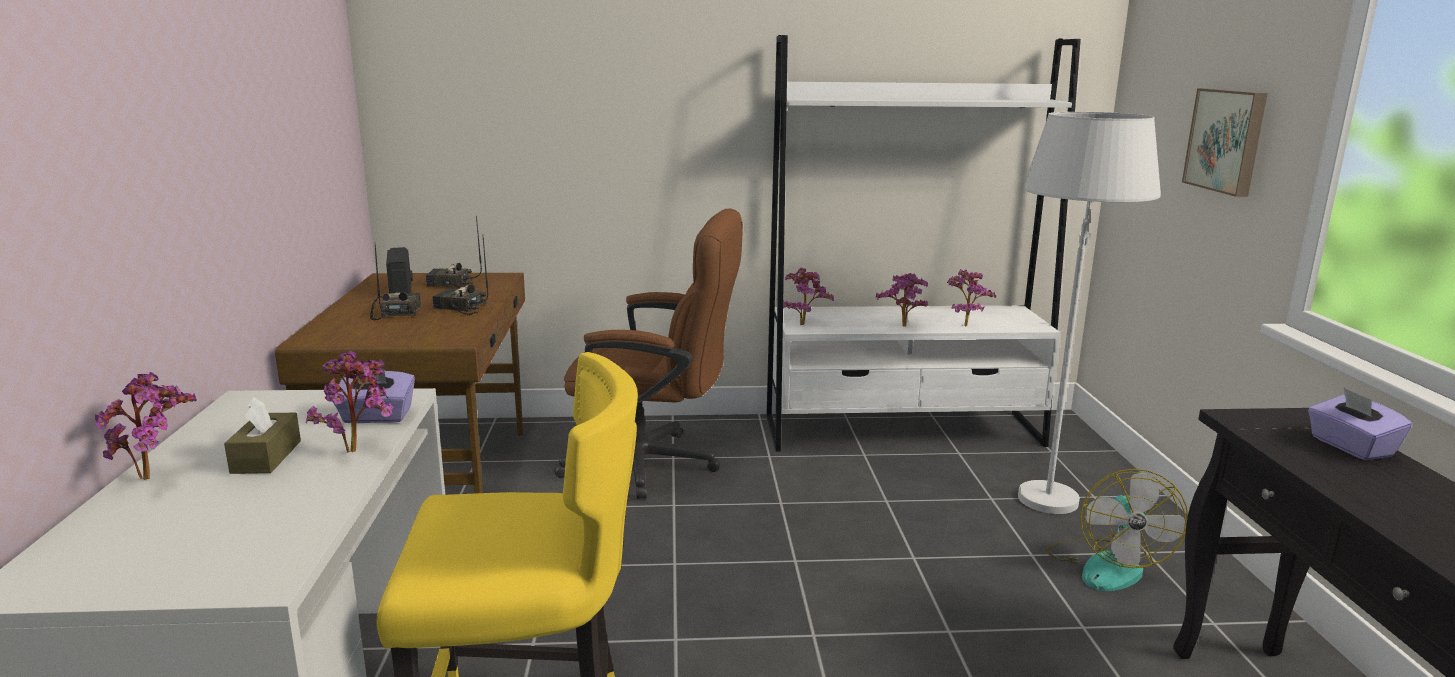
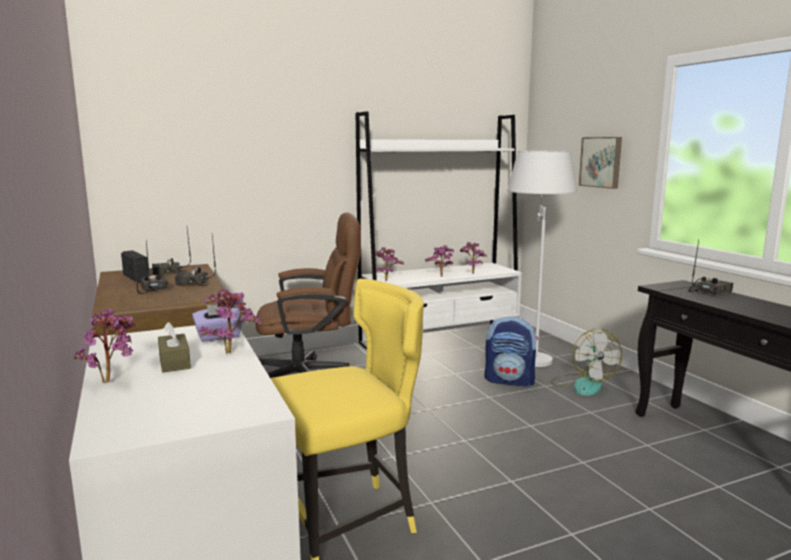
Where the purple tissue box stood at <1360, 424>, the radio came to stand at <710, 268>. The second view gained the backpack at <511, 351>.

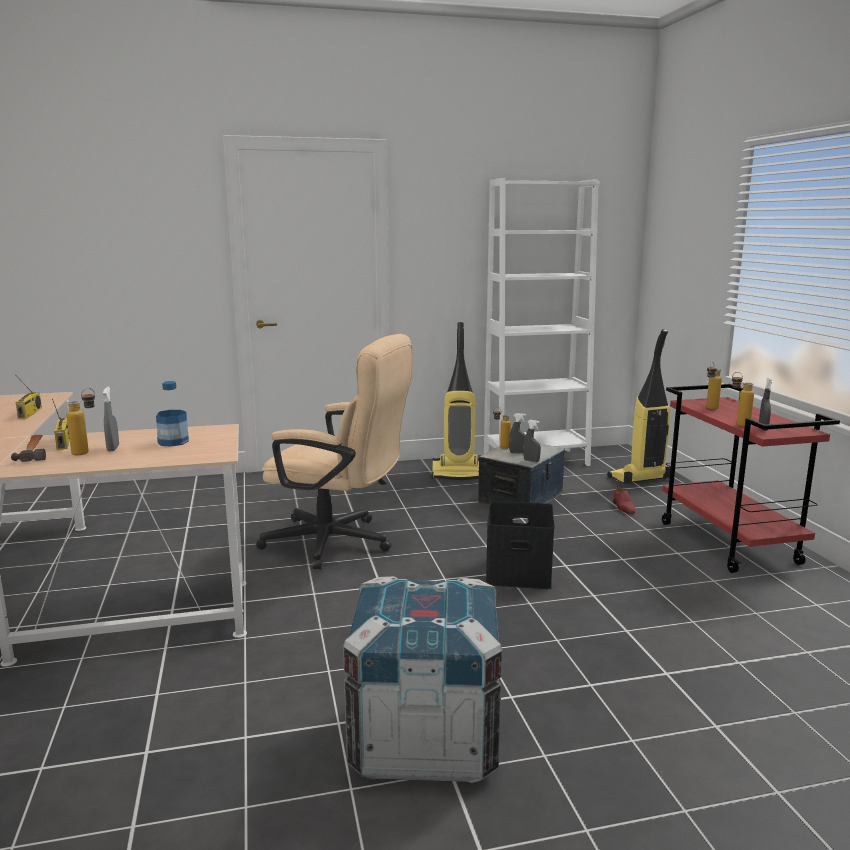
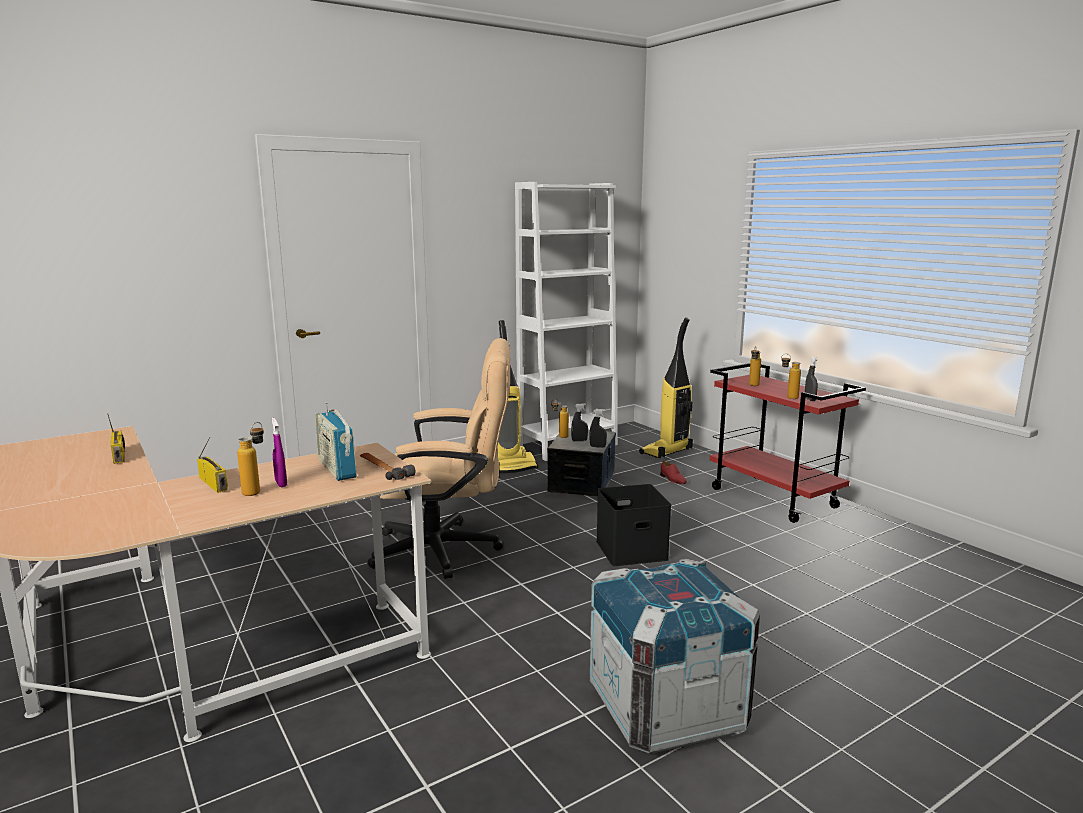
Where the bottle stood at <172, 414>, the radio came to stand at <336, 441>. What was the grey spray bottle at <111, 419> turned into the purple spray bottle at <279, 452>. The hammer ended up elsewhere, having gone from <28, 448> to <388, 466>.

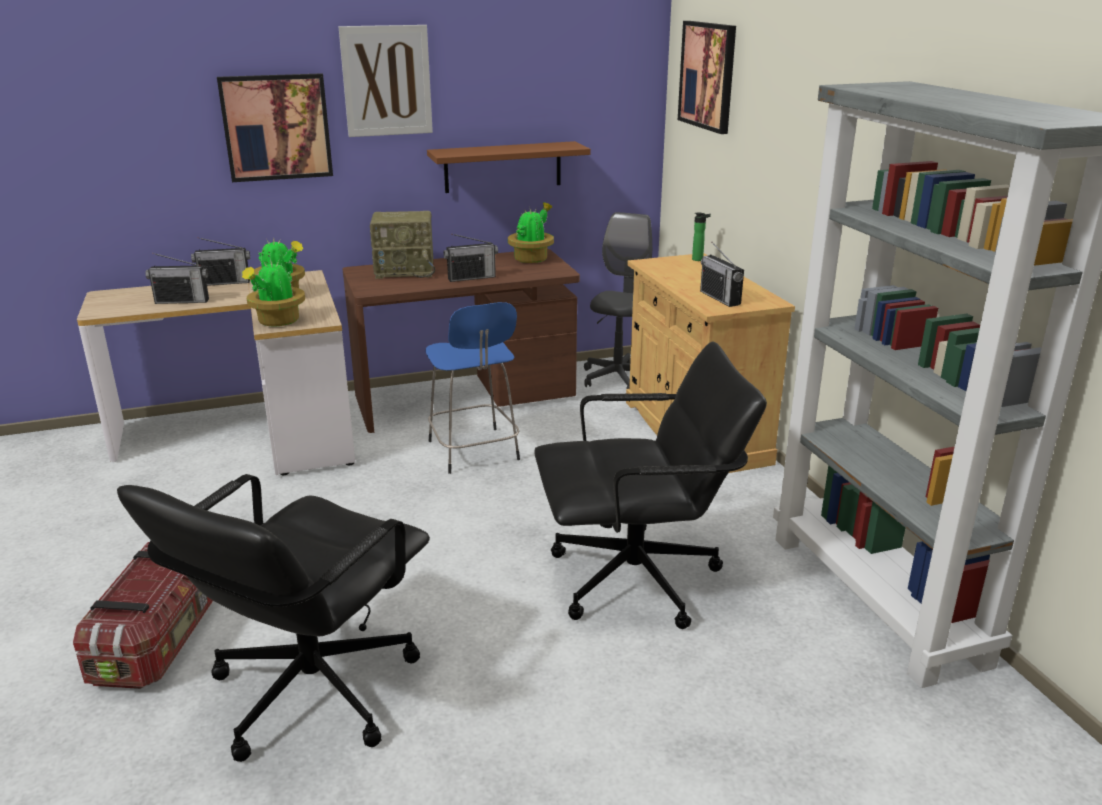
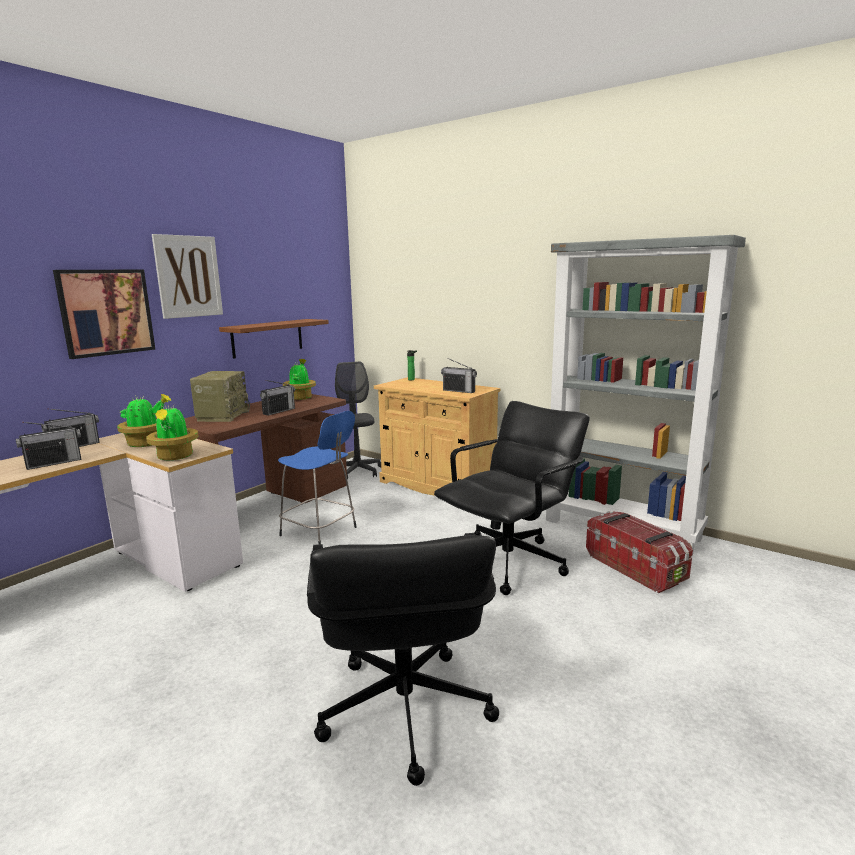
The second view lost the picture at <707, 77>. The radio at <402, 245> ended up facing another way, 45 degrees counterclockwise from before. The storage box ended up elsewhere, having gone from <143, 615> to <639, 552>.

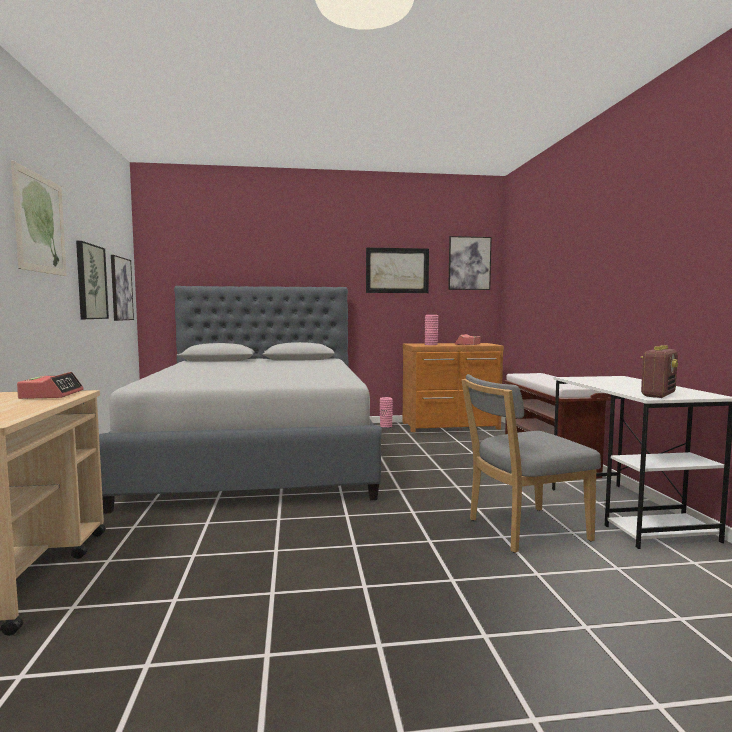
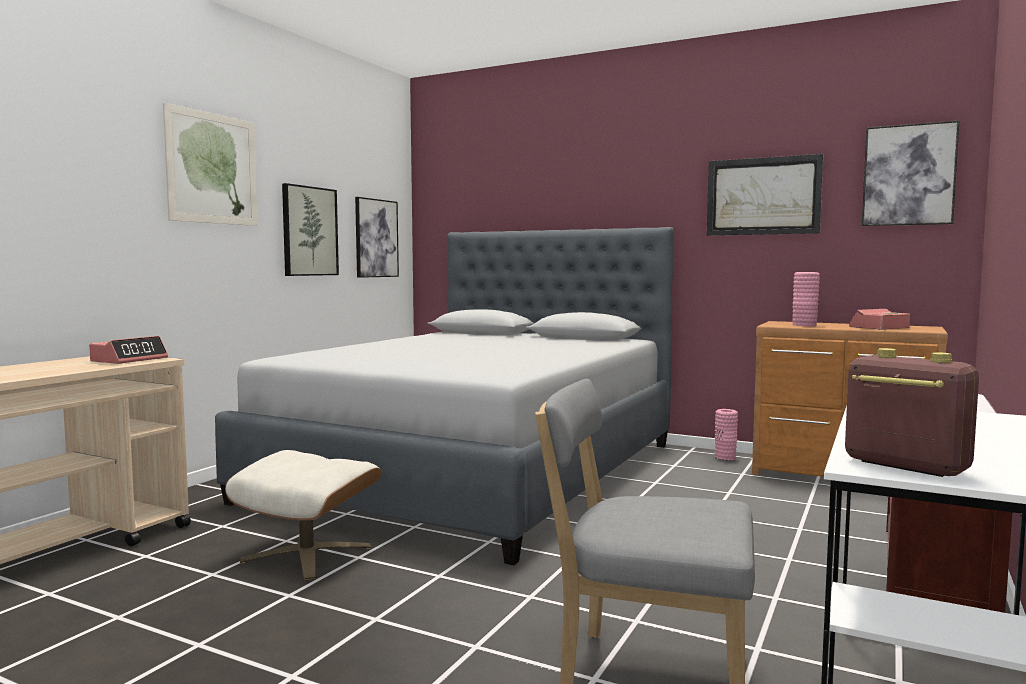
The radio at <659, 371> ended up facing another way, 120 degrees counterclockwise from before. The second view gained the beige ottoman at <303, 515>.

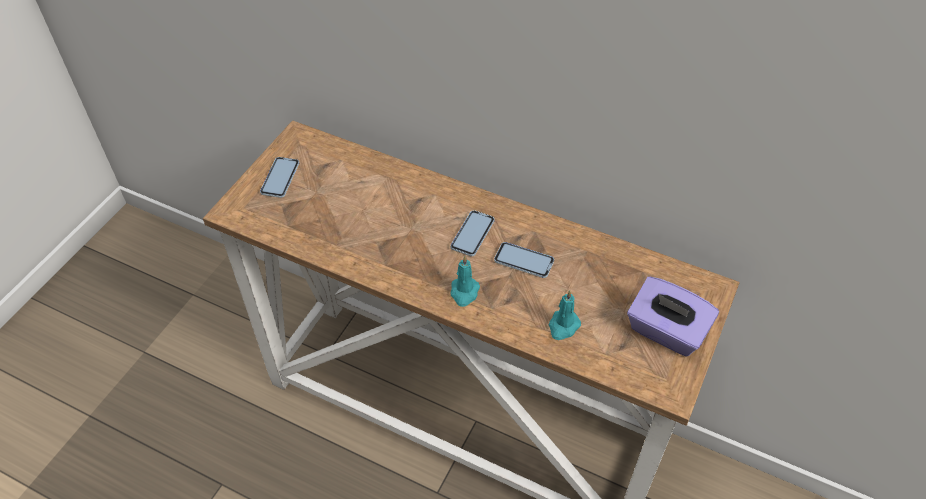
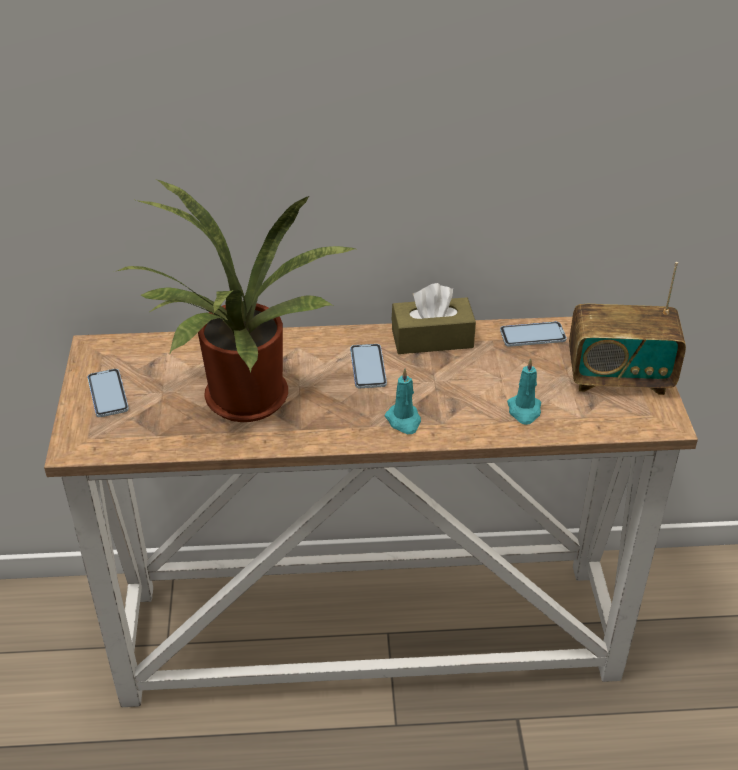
The phone ended up elsewhere, having gone from <524, 260> to <533, 334>. Where the purple tissue box stood at <673, 316>, the radio came to stand at <627, 328>. The second view gained the potted plant at <238, 301>. The second view gained the brown tissue box at <434, 318>.

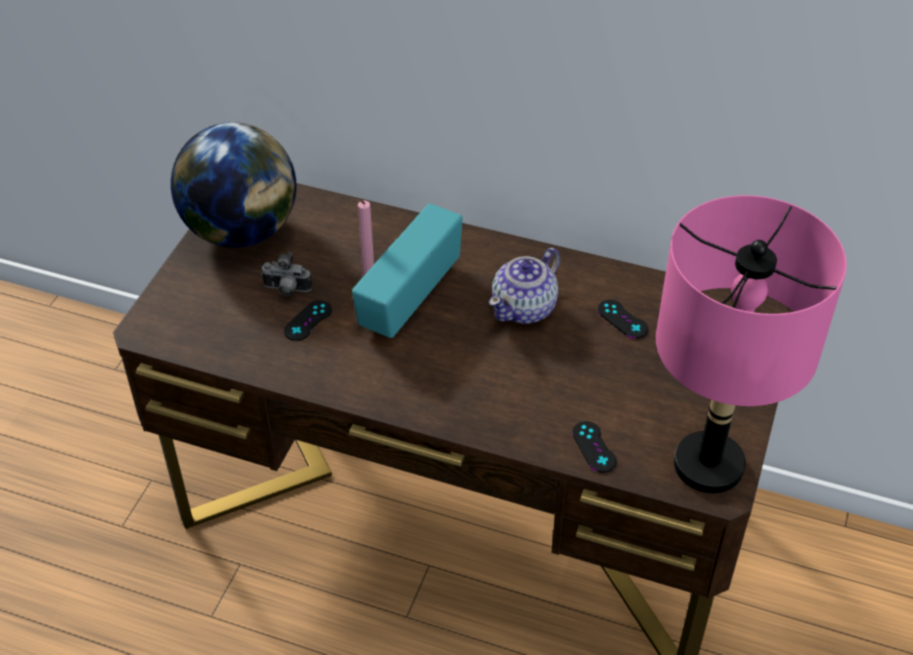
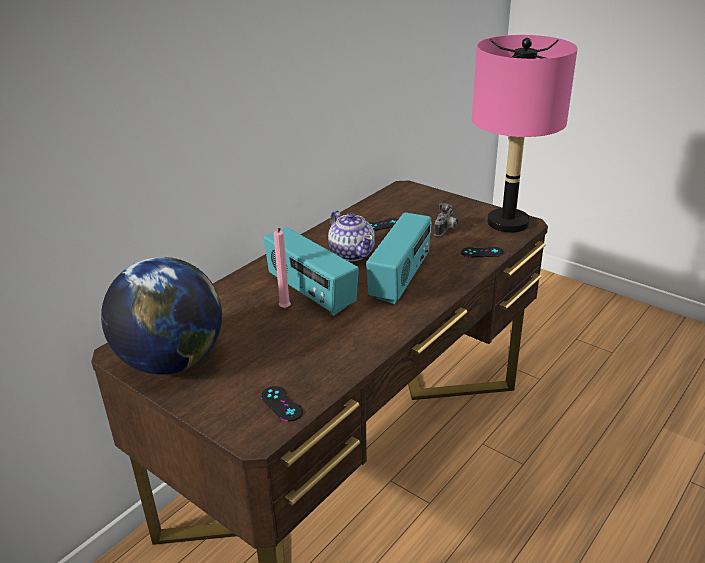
The photo camera ended up elsewhere, having gone from <286, 274> to <446, 219>. The black game controller ended up elsewhere, having gone from <308, 320> to <282, 403>. The second view gained the radio at <399, 258>.

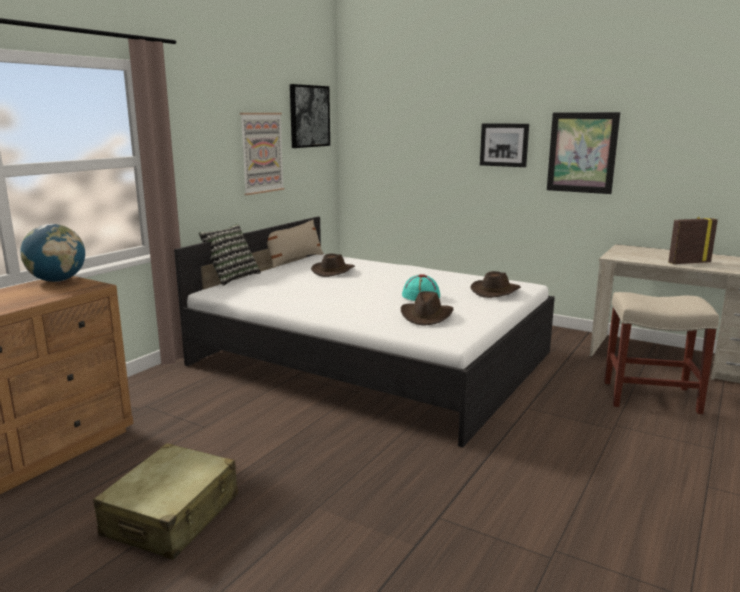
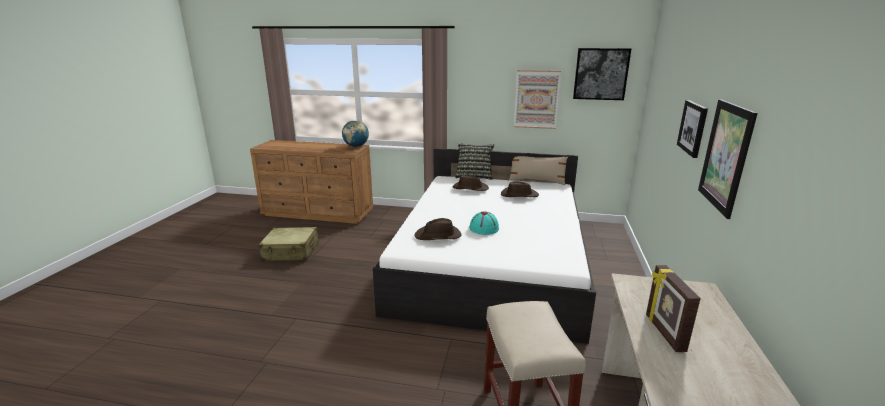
The picture frame at <693, 240> ended up facing another way, 150 degrees counterclockwise from before. The brown hat ended up elsewhere, having gone from <495, 284> to <471, 182>.

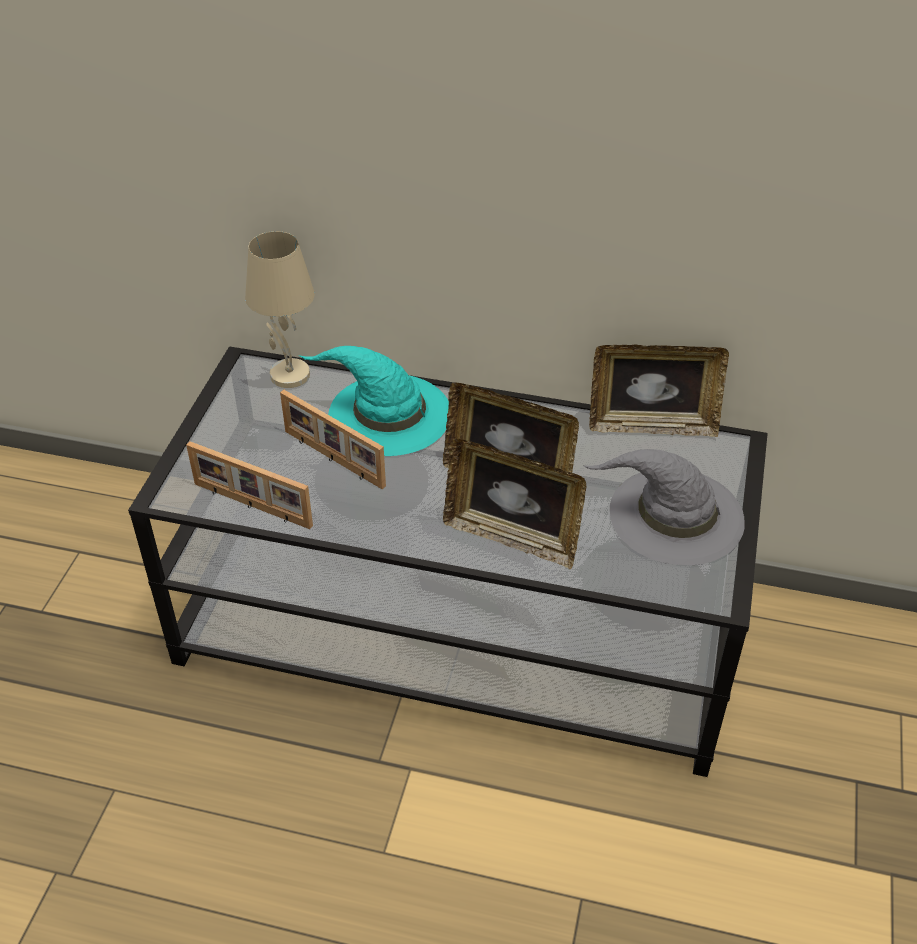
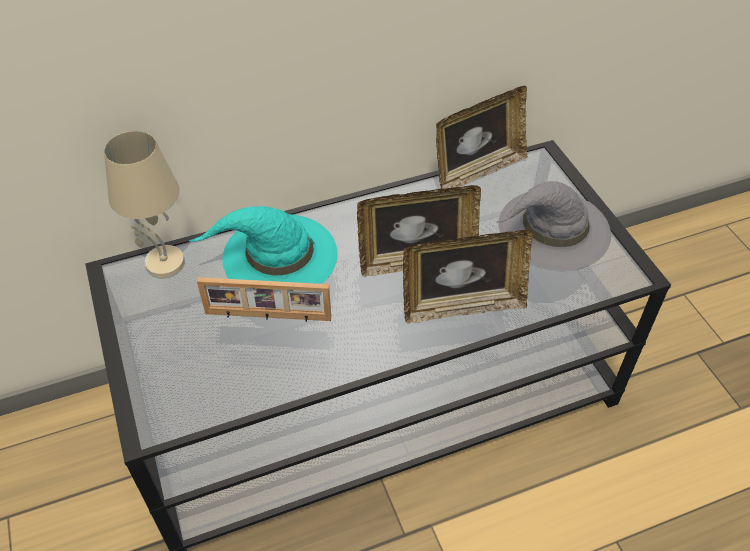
The second view lost the picture frame at <249, 485>.

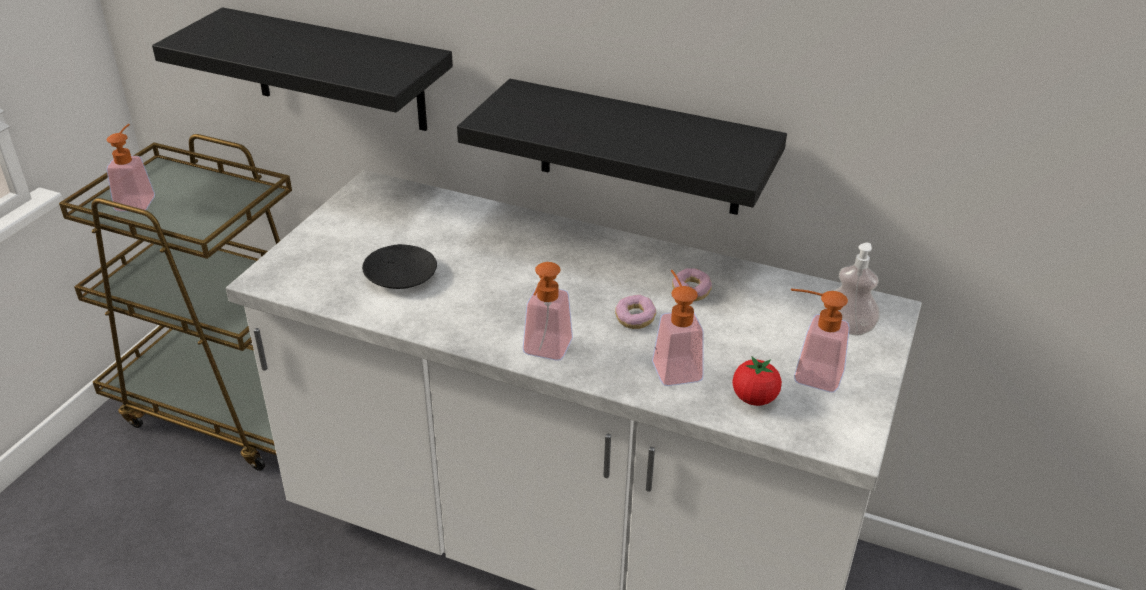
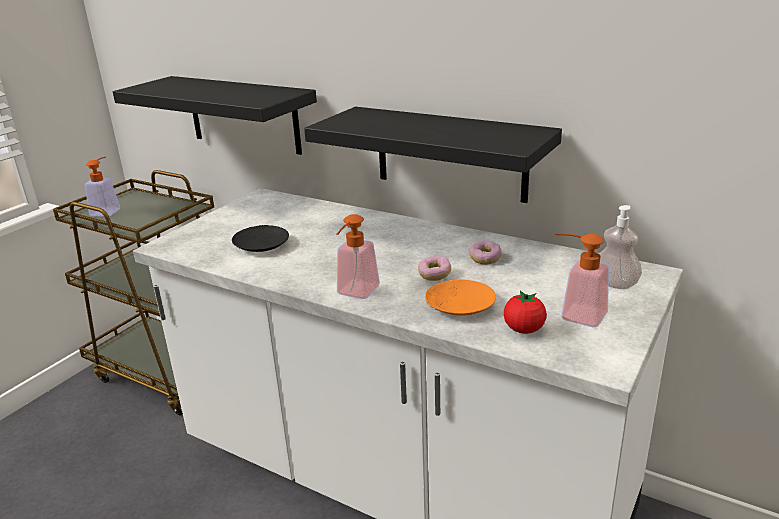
Where the soap dispenser stood at <677, 328>, the orange plate came to stand at <460, 298>.

